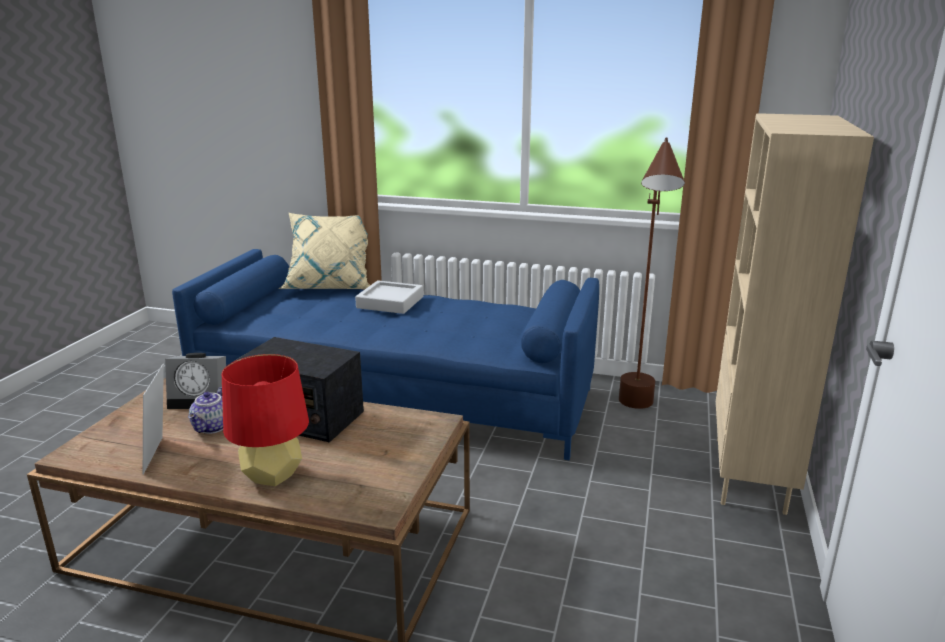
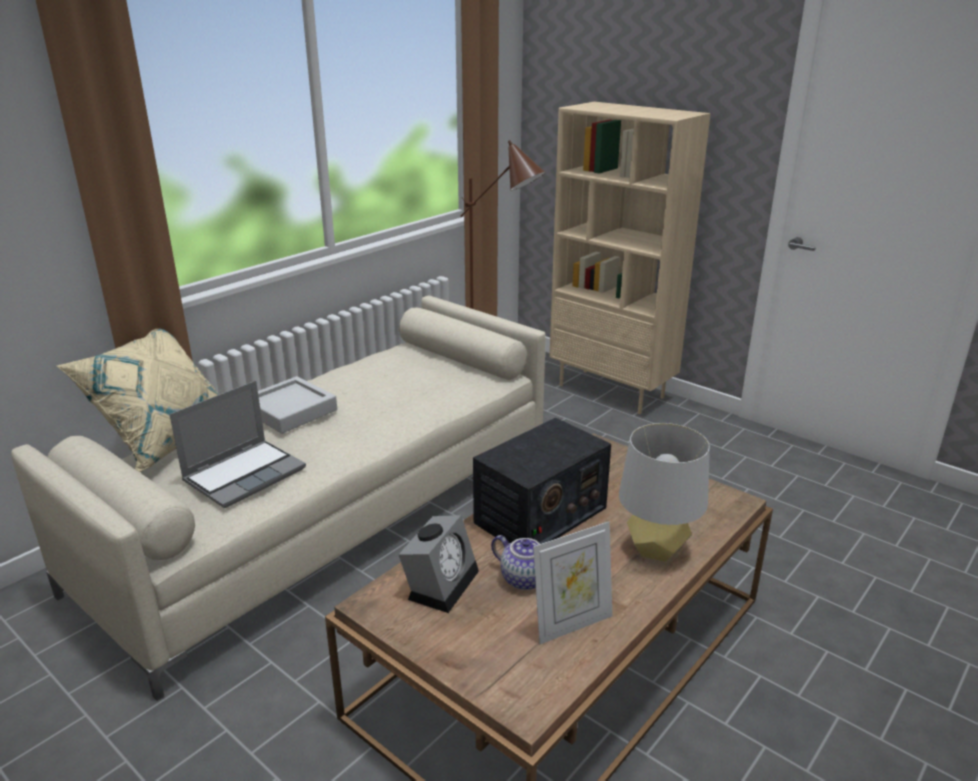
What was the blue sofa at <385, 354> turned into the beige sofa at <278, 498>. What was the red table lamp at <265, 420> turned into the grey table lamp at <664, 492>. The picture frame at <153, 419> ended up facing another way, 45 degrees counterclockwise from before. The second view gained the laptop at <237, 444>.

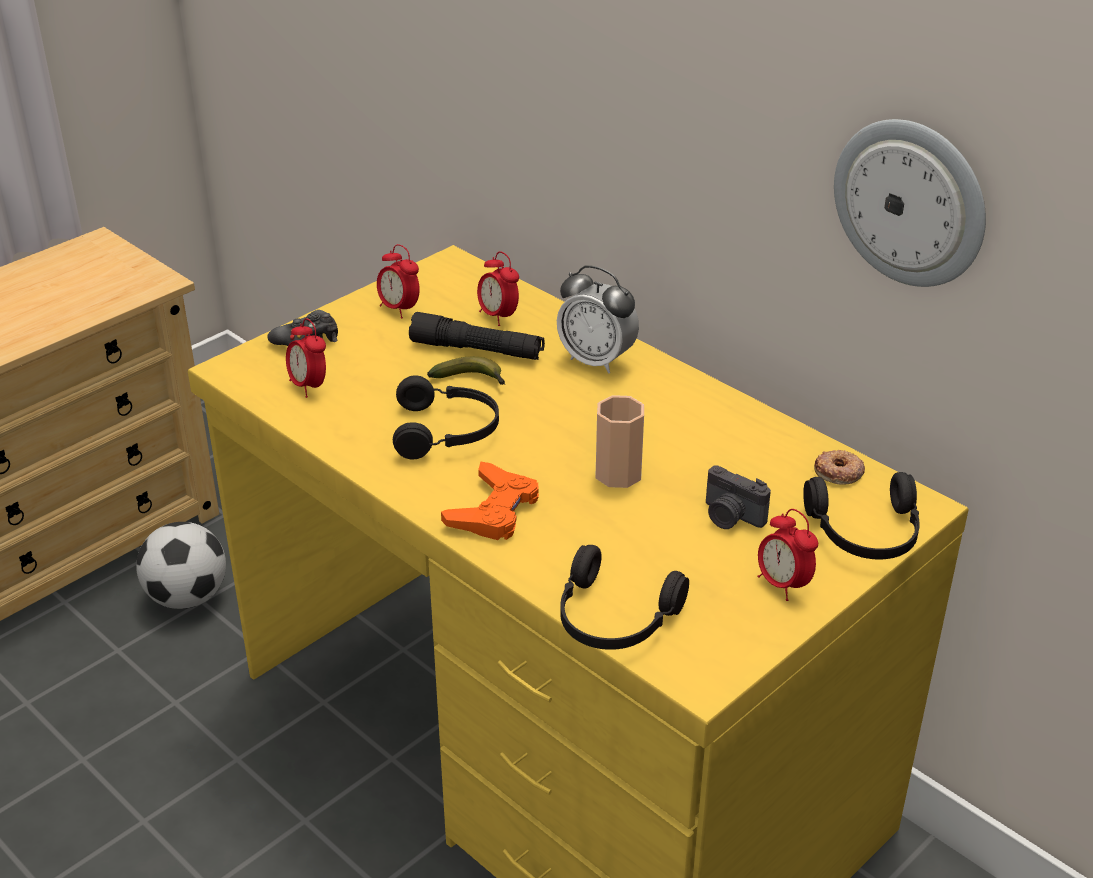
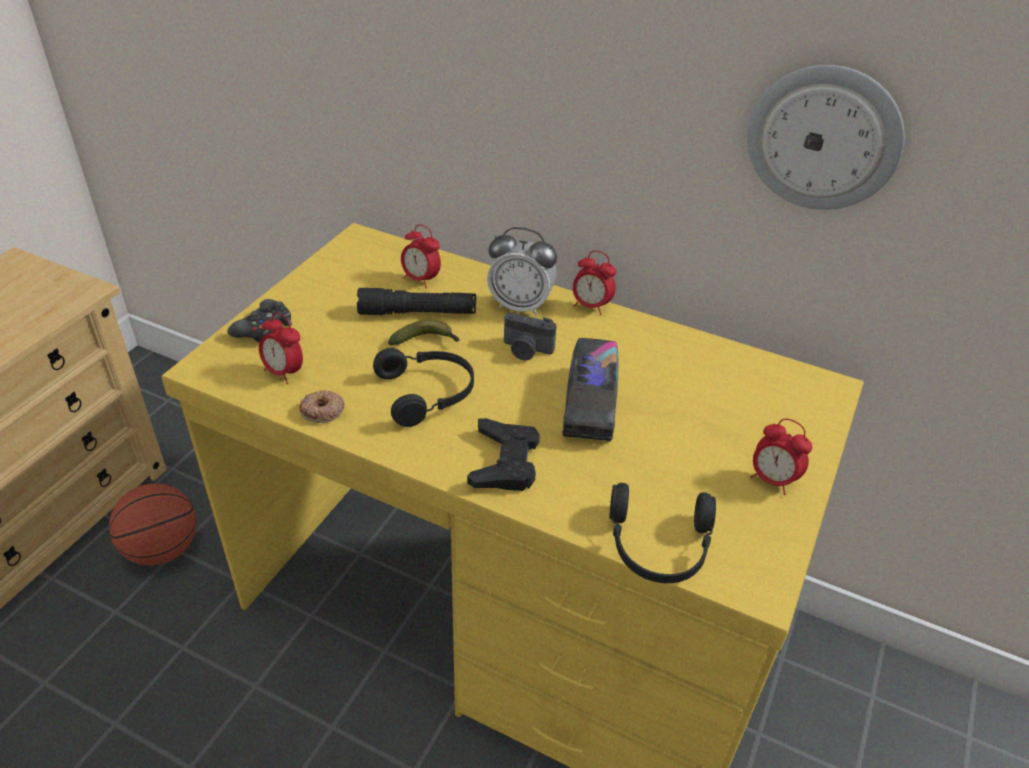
The alarm clock ended up elsewhere, having gone from <398, 281> to <594, 283>. Where the cup stood at <619, 441>, the toy truck came to stand at <590, 390>. The donut ended up elsewhere, having gone from <839, 467> to <322, 406>. What was the orange game controller at <490, 501> turned into the black game controller at <503, 454>. The photo camera ended up elsewhere, having gone from <738, 497> to <530, 336>. The second view lost the black headphones at <861, 515>. Where the football stood at <181, 565>, the basketball came to stand at <153, 524>.

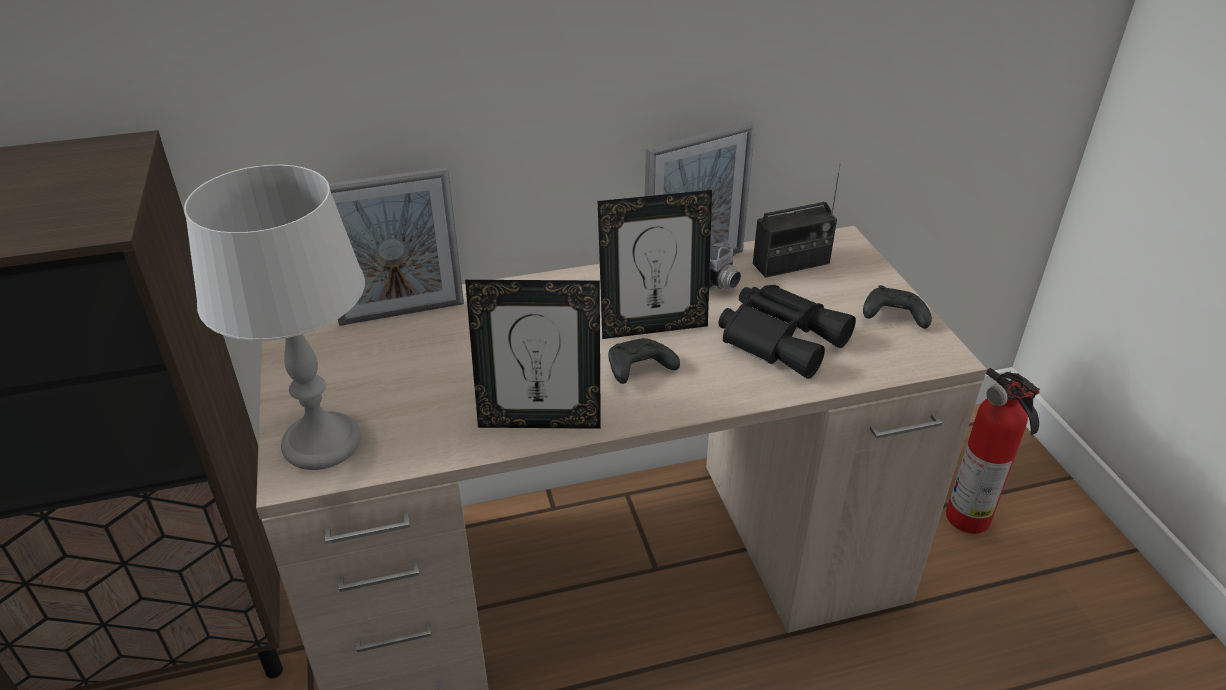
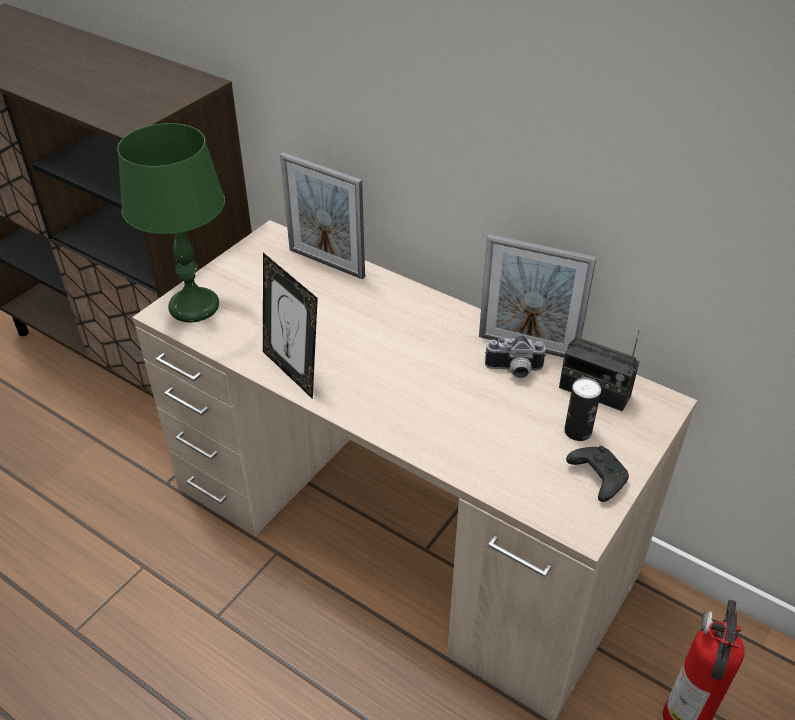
What was the grey table lamp at <274, 317> turned into the green table lamp at <171, 222>. The second view lost the picture frame at <655, 264>. The second view lost the black binoculars at <787, 332>. The second view lost the black game controller at <644, 361>. The second view gained the can at <582, 409>.

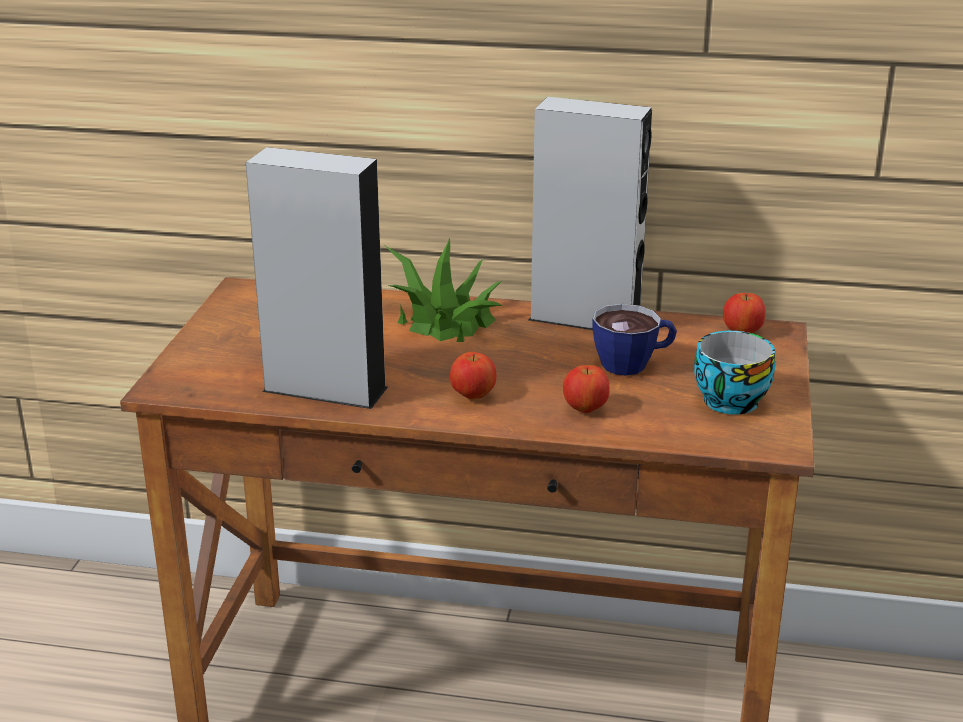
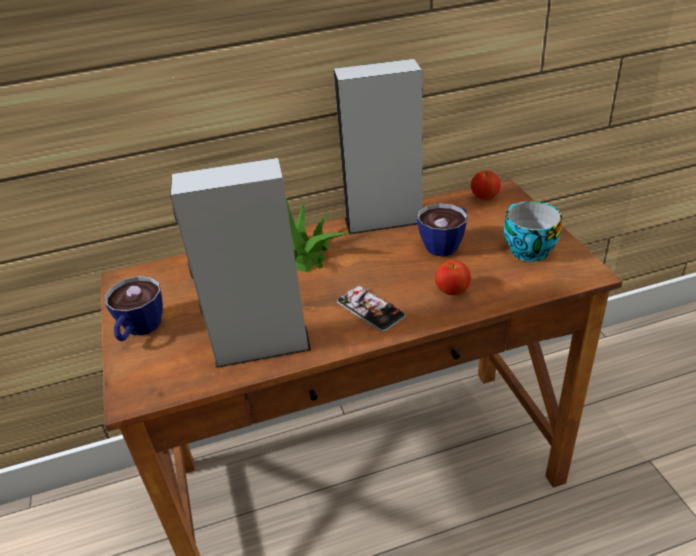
Where the apple stood at <473, 375>, the phone came to stand at <371, 308>. The second view gained the cup at <134, 308>.

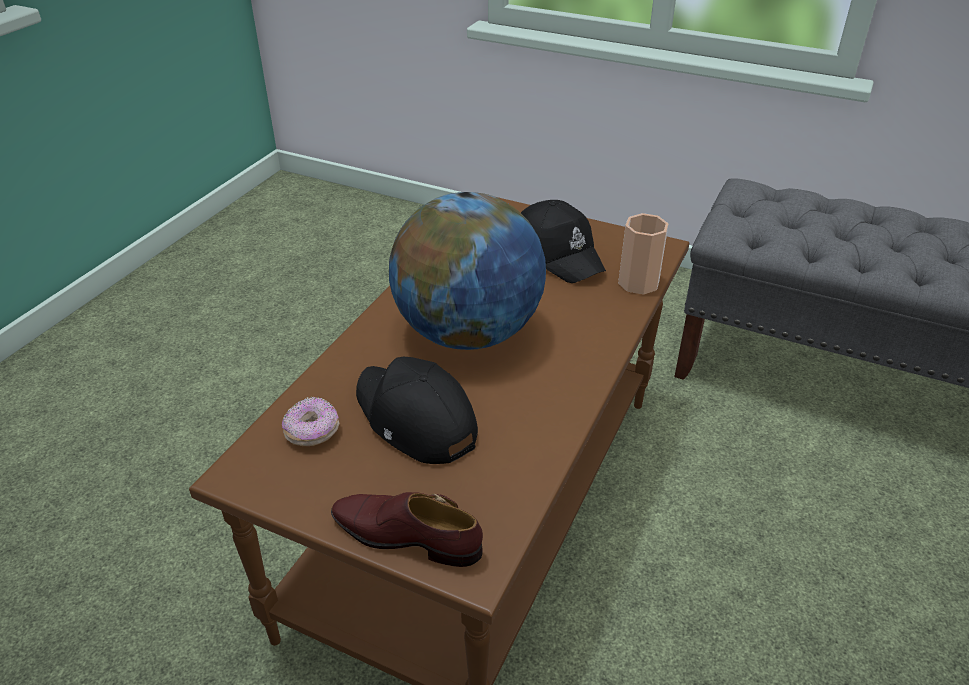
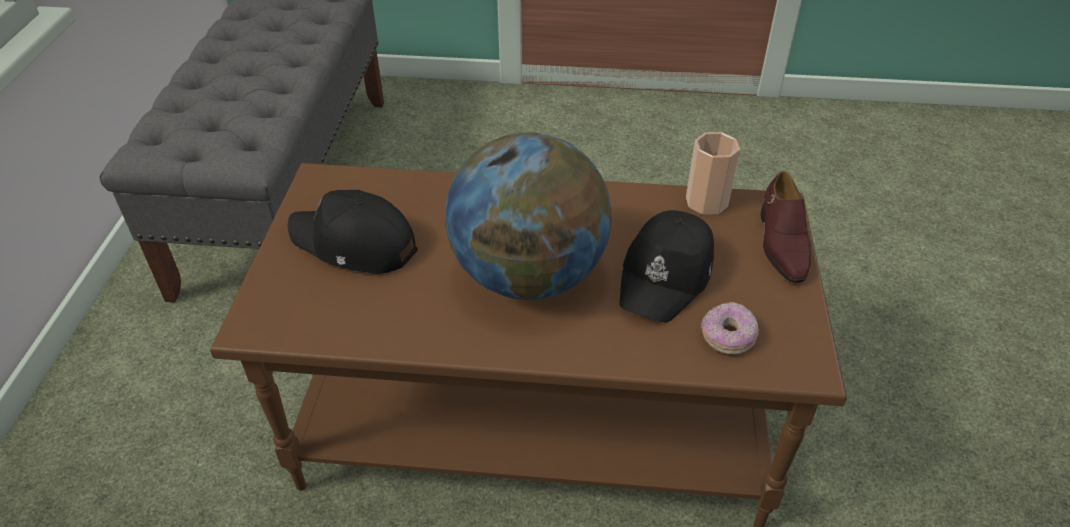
The black cap at <563, 241> ended up facing another way, 105 degrees counterclockwise from before. The cup ended up elsewhere, having gone from <643, 254> to <713, 173>.

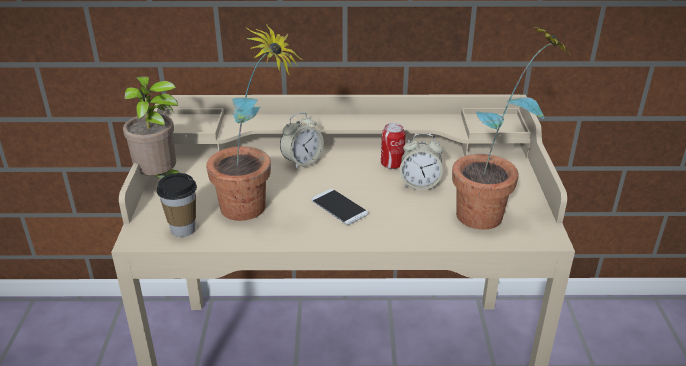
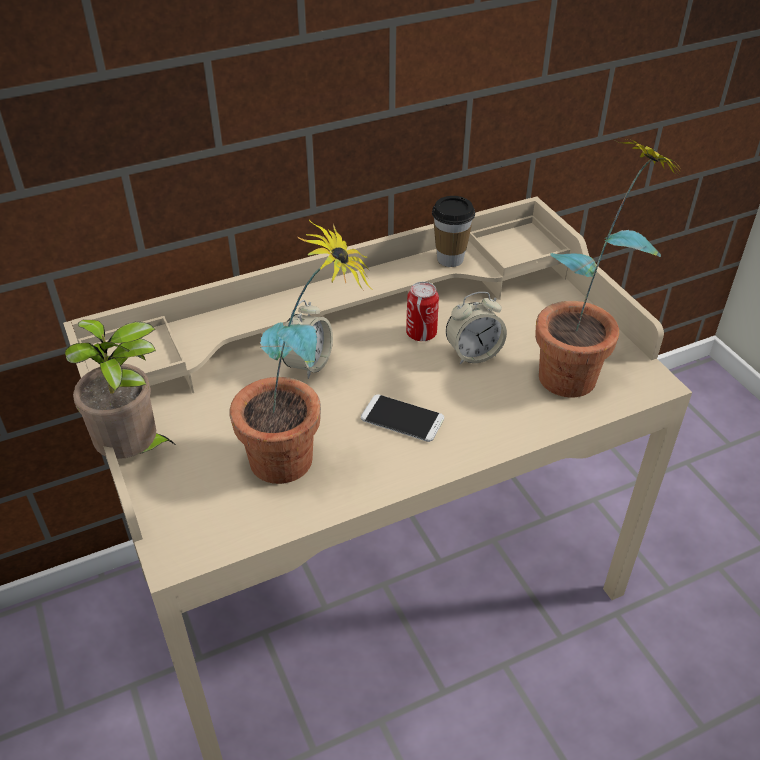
The cup ended up elsewhere, having gone from <177, 205> to <453, 231>.

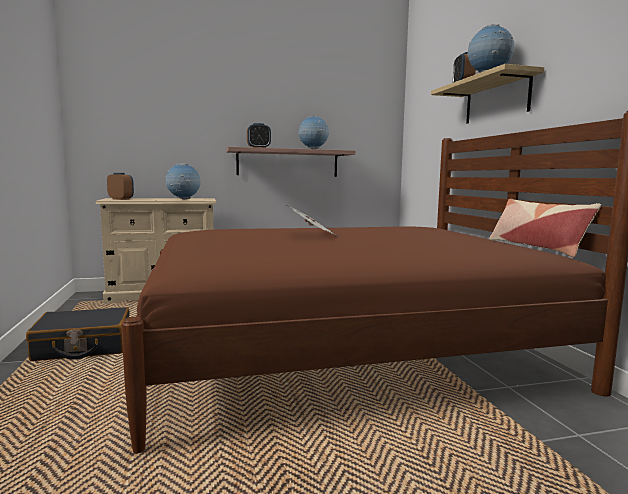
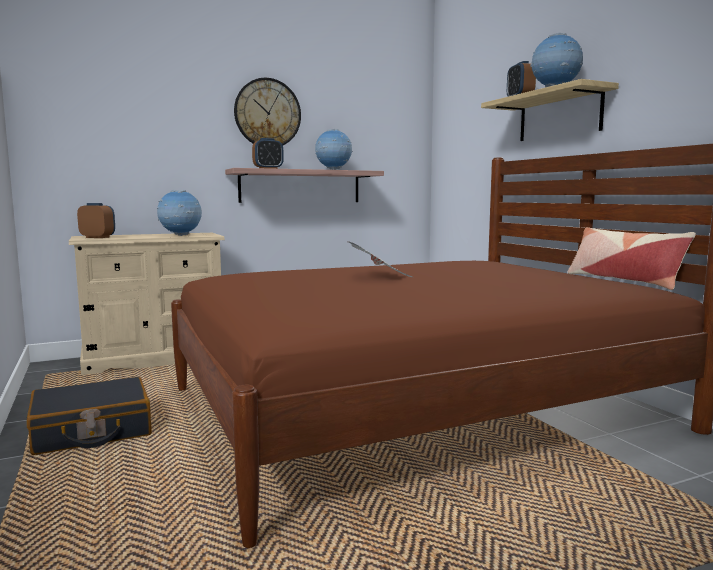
The second view gained the wall clock at <267, 111>.

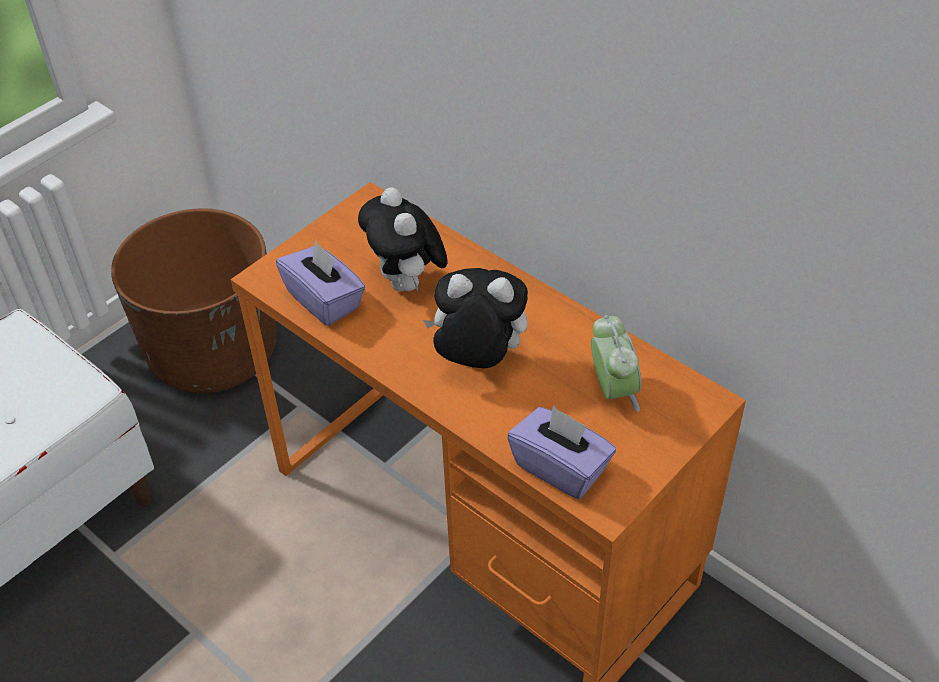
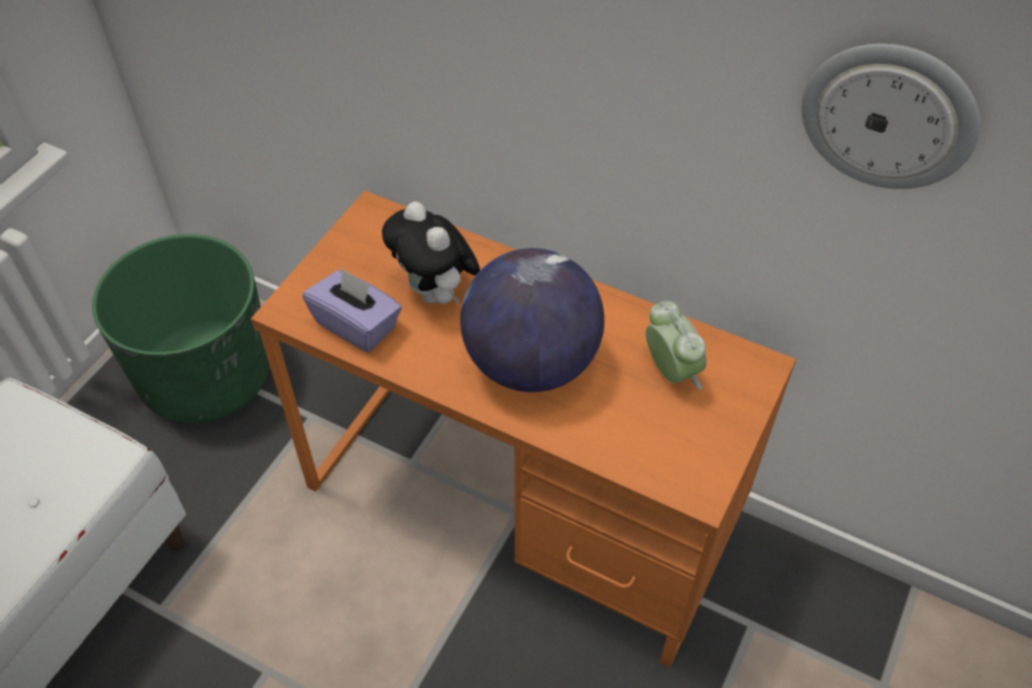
What was the brown planter at <194, 301> turned into the green planter at <181, 328>. Where the plush toy stood at <475, 318>, the globe came to stand at <532, 320>. The second view lost the purple tissue box at <561, 452>. The second view gained the wall clock at <891, 116>.

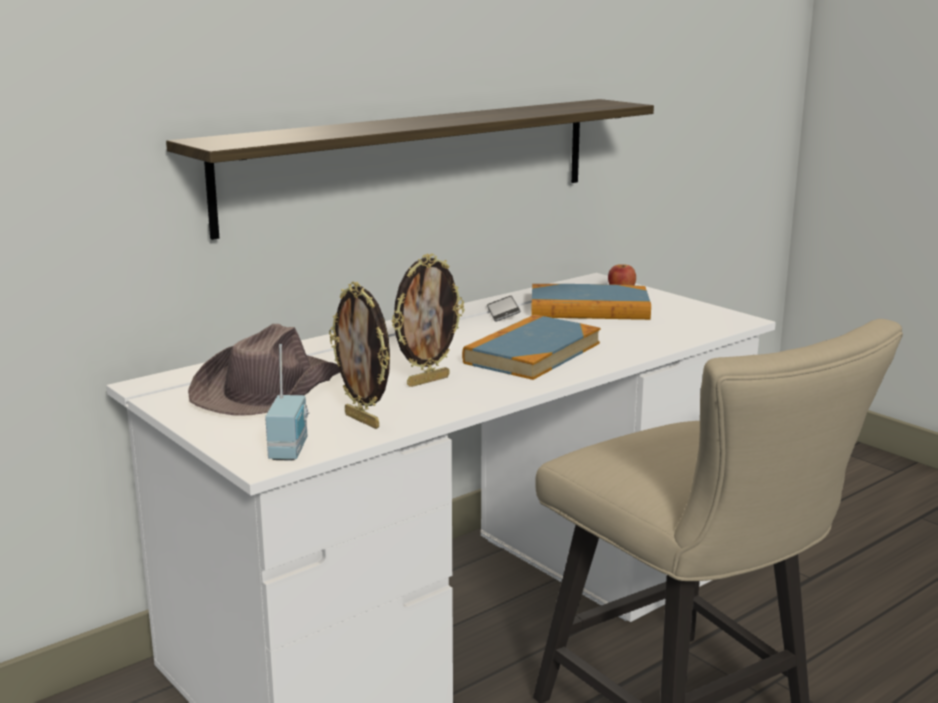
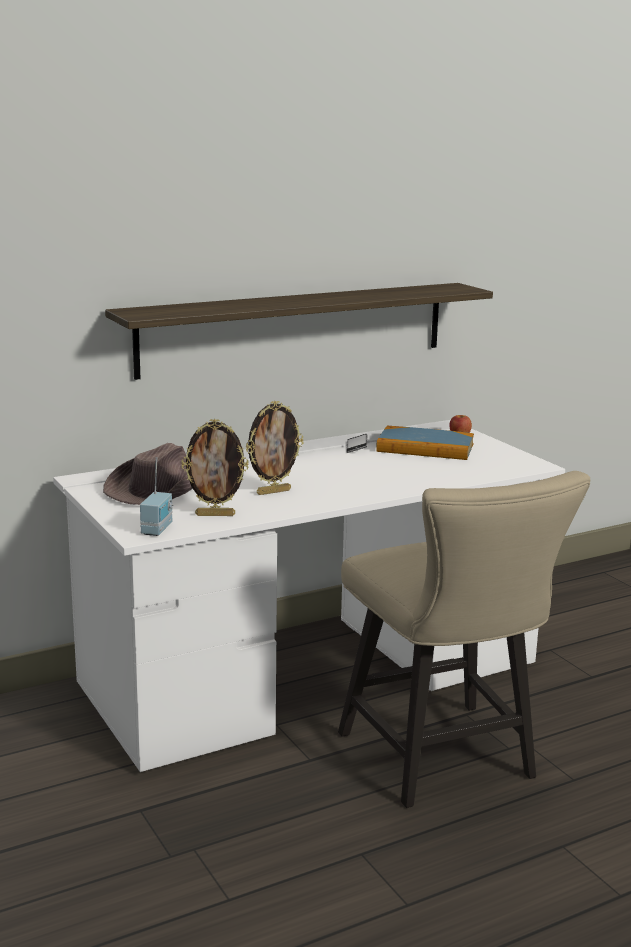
The picture frame at <359, 355> ended up facing another way, 60 degrees counterclockwise from before. The second view lost the book at <531, 347>.

